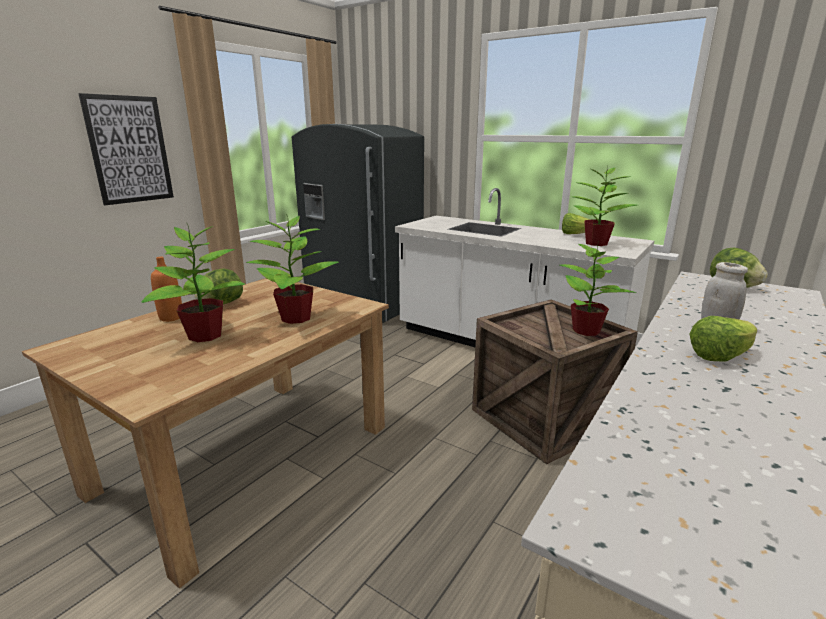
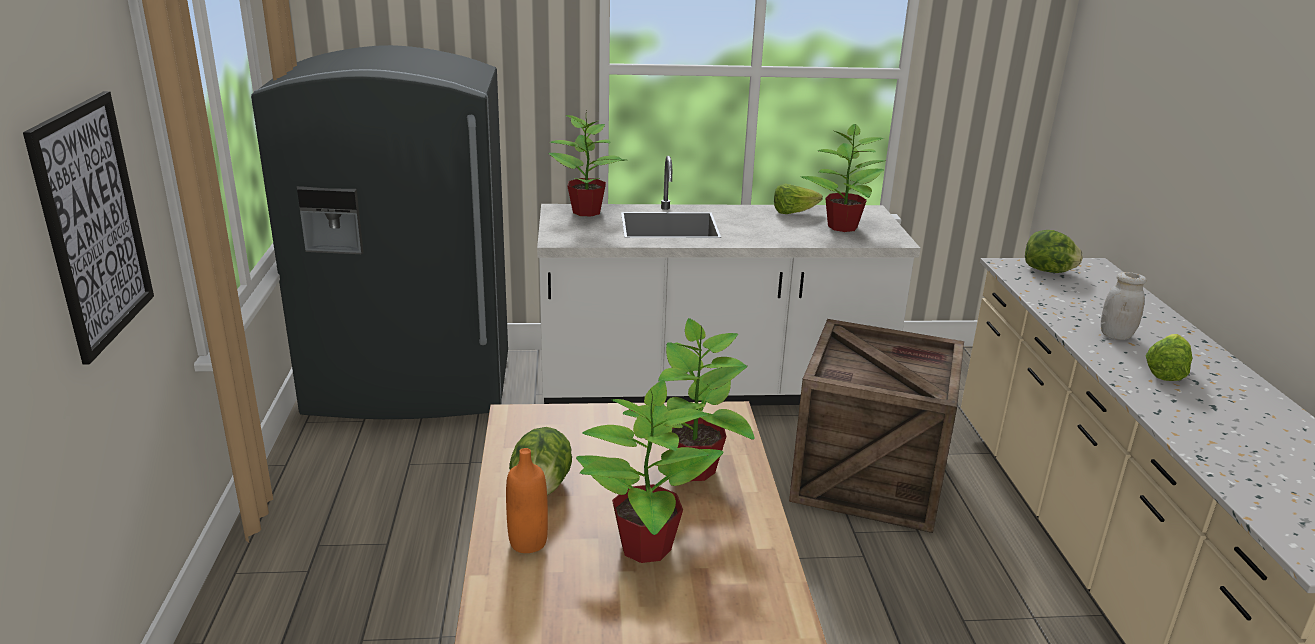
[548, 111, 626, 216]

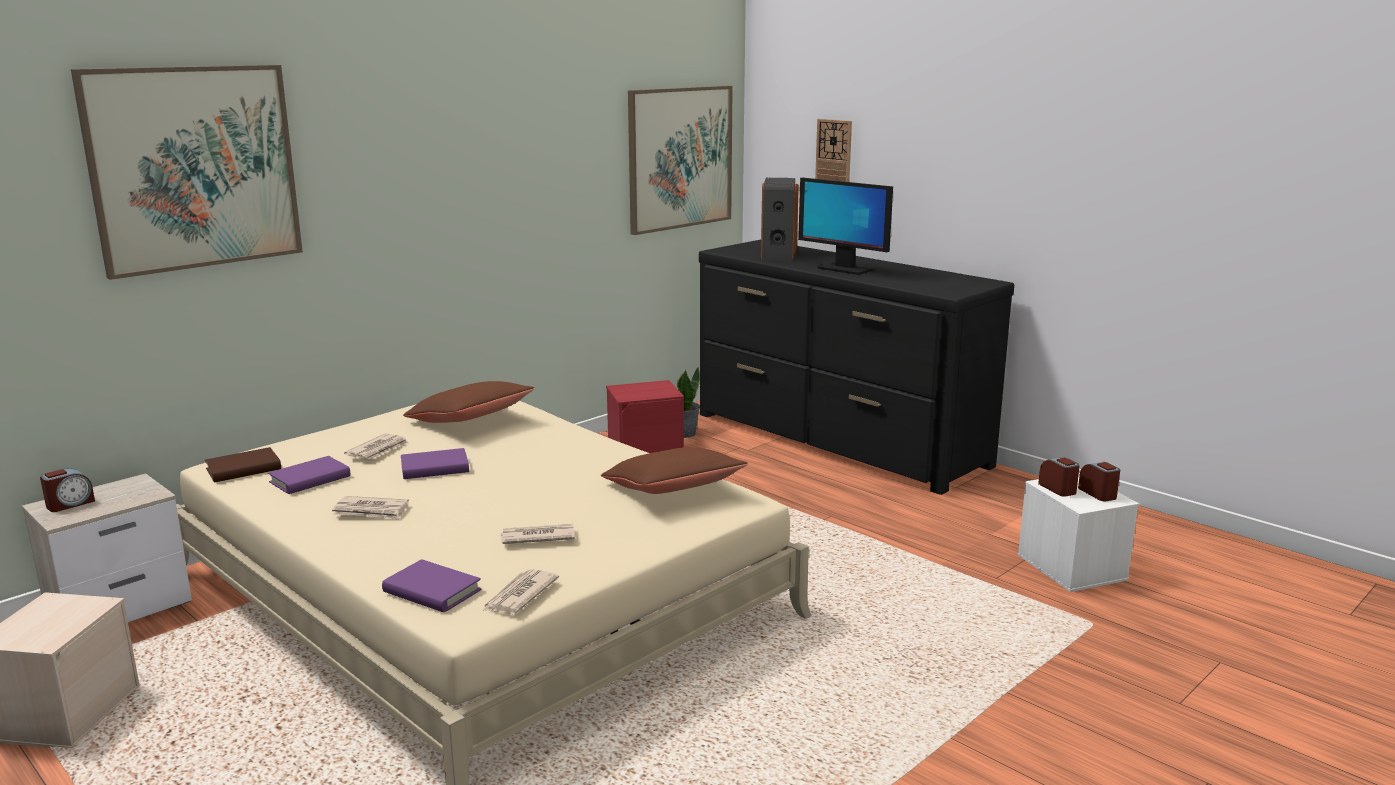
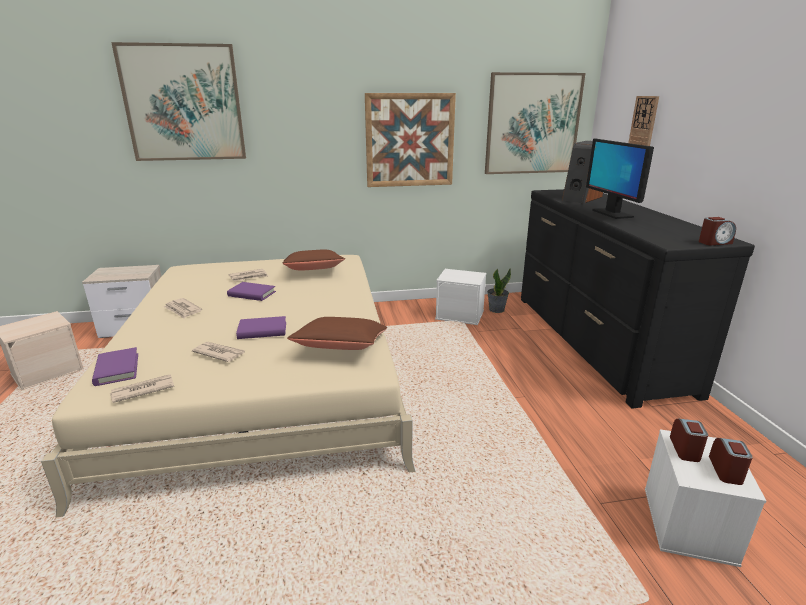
[435, 269, 486, 325]
[205, 447, 281, 482] (first image)
[236, 316, 286, 339]
[699, 217, 736, 245]
[365, 93, 456, 187]

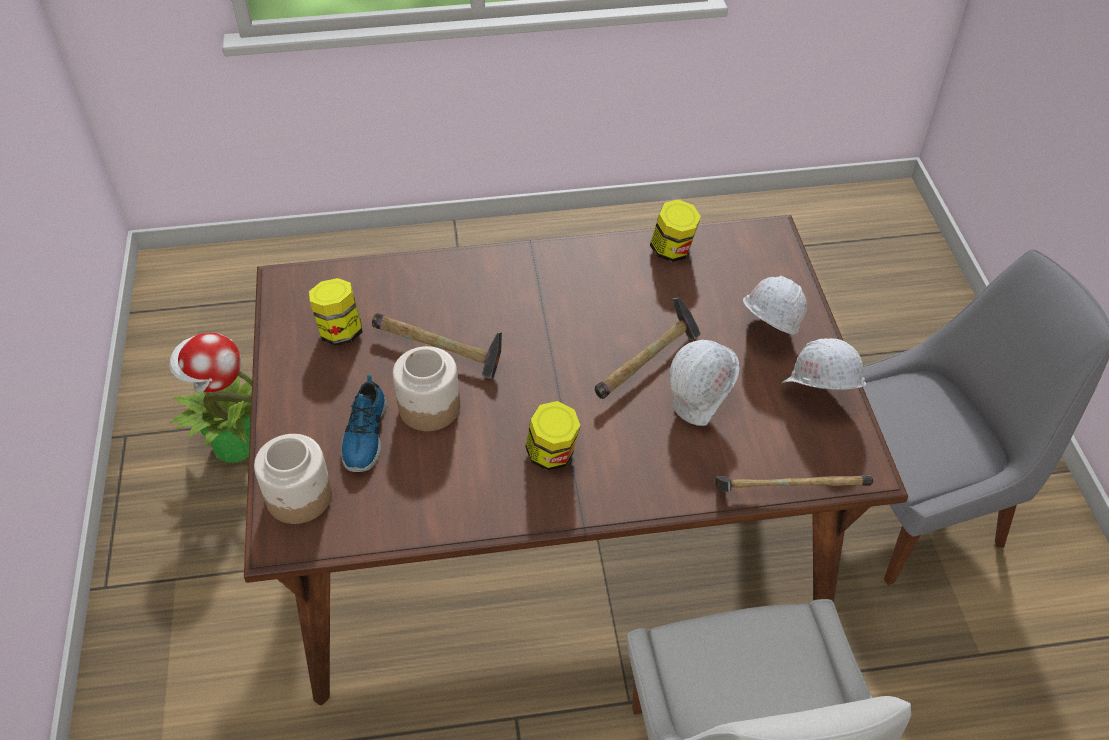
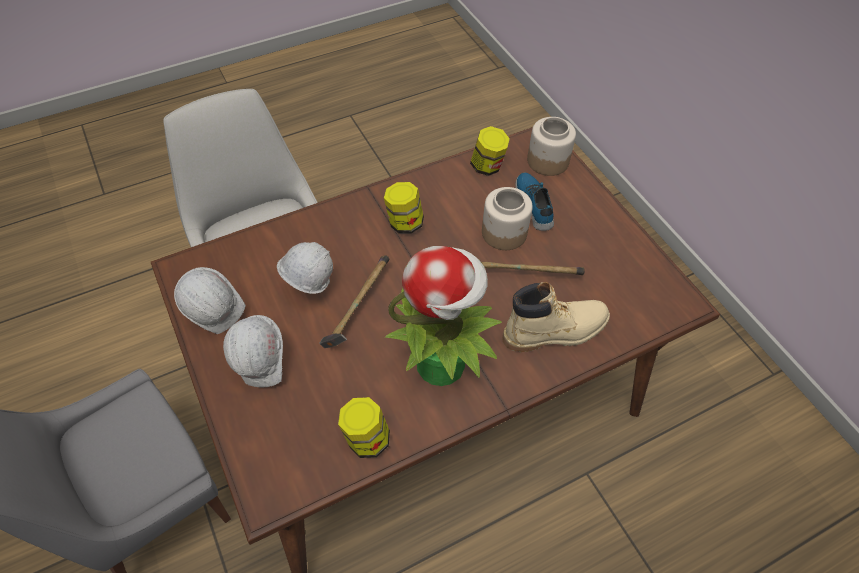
[470, 126, 510, 176]
[385, 246, 502, 386]
[715, 475, 873, 492] (first image)
[502, 282, 610, 352]

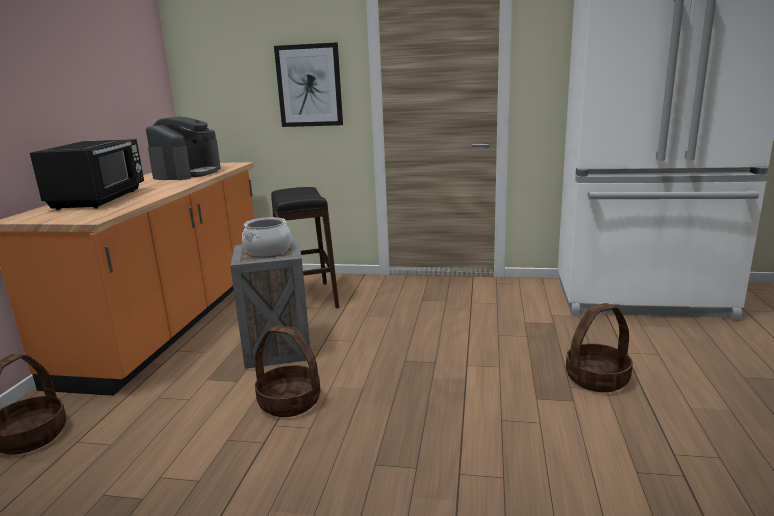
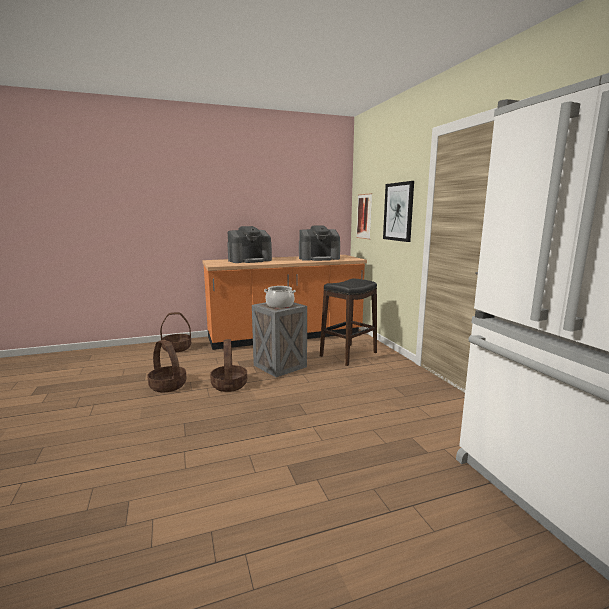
[227, 226, 272, 263]
[147, 340, 187, 392]
[356, 193, 372, 240]

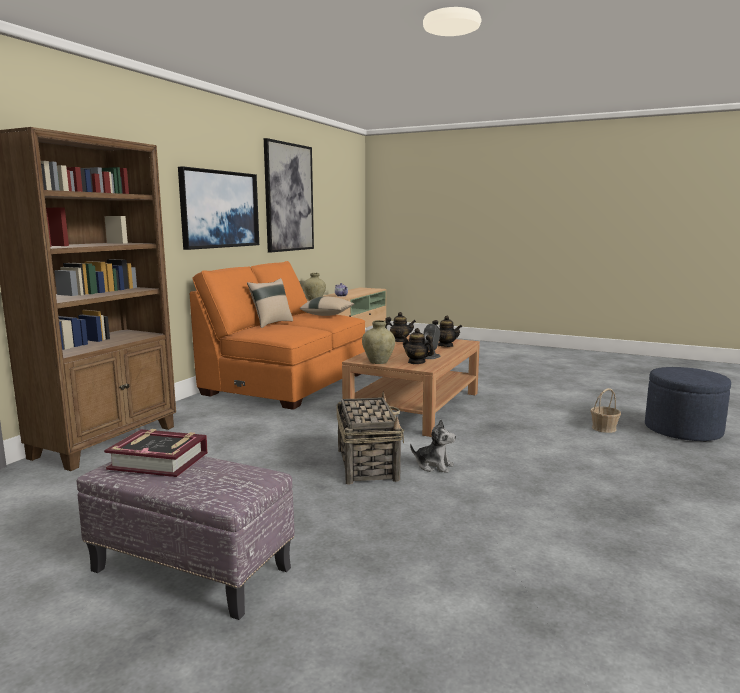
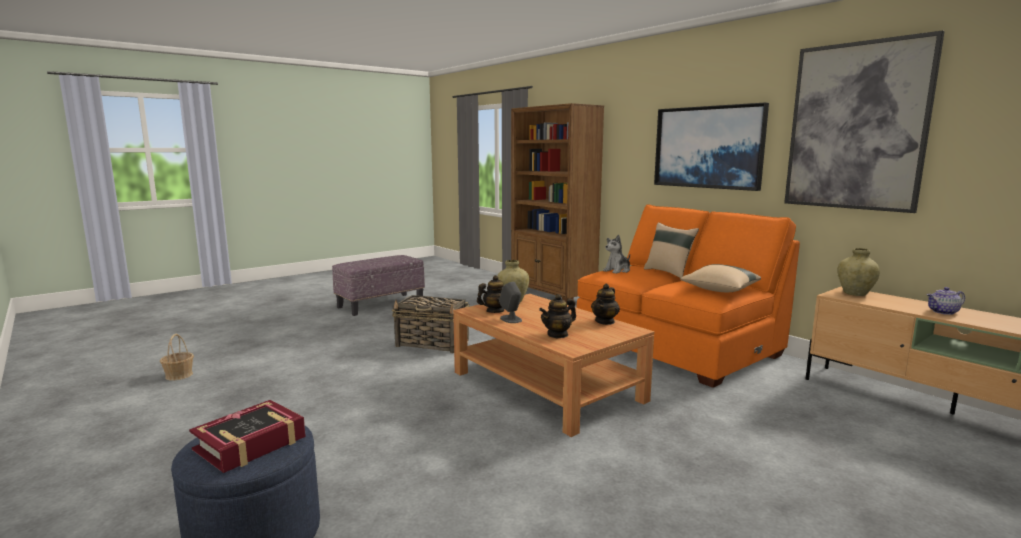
[160, 334, 194, 381]
[603, 235, 630, 274]
[189, 400, 306, 473]

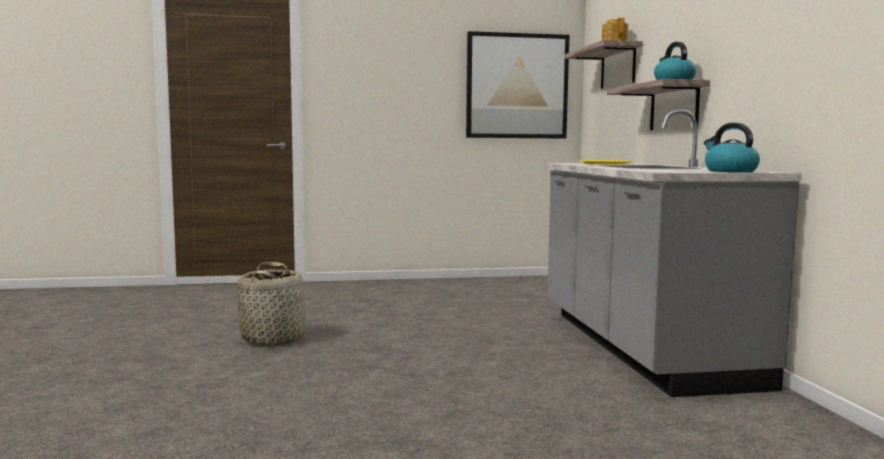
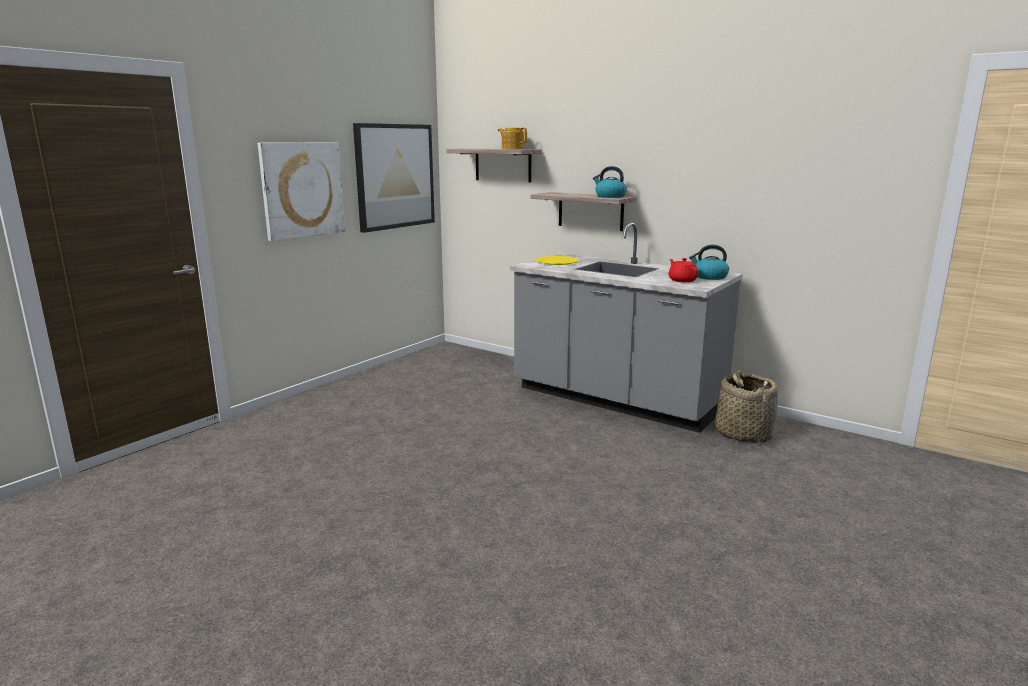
[715, 370, 778, 443]
[258, 142, 345, 242]
[668, 258, 698, 282]

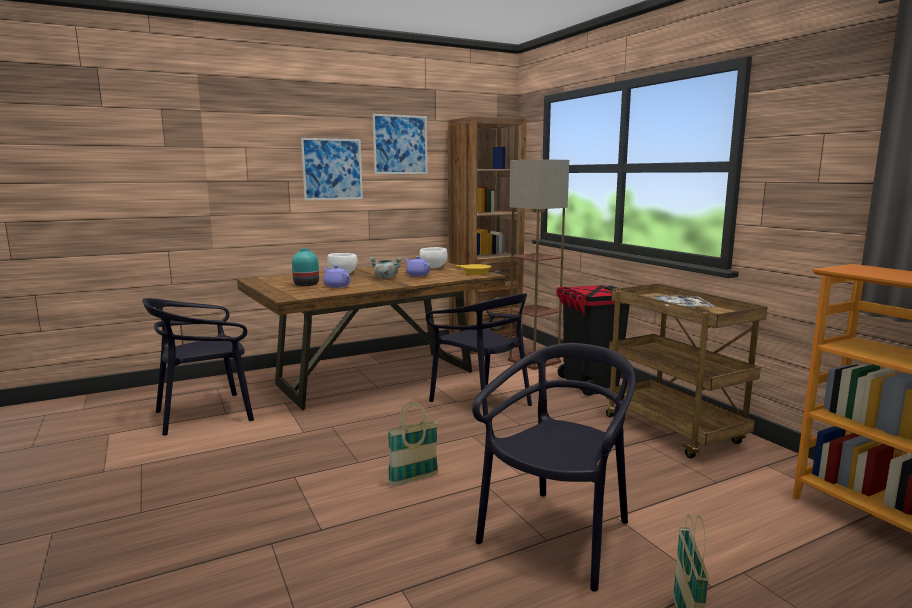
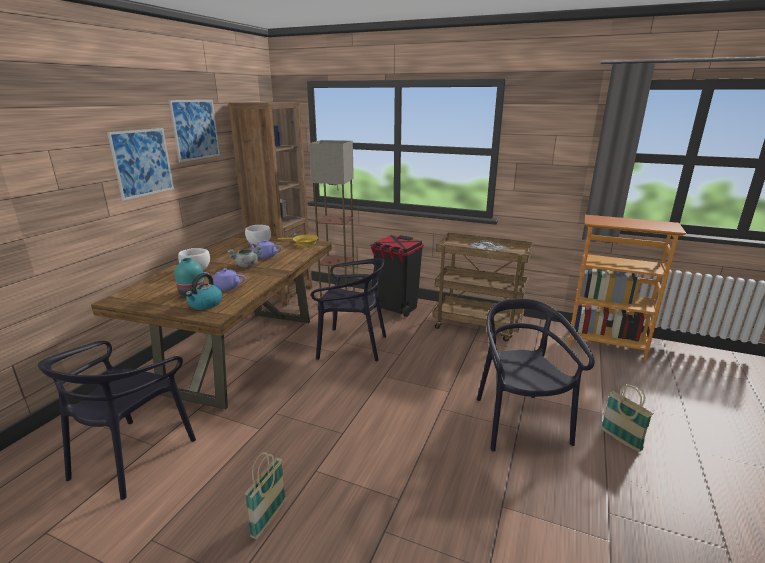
[244, 452, 286, 539]
[186, 273, 222, 310]

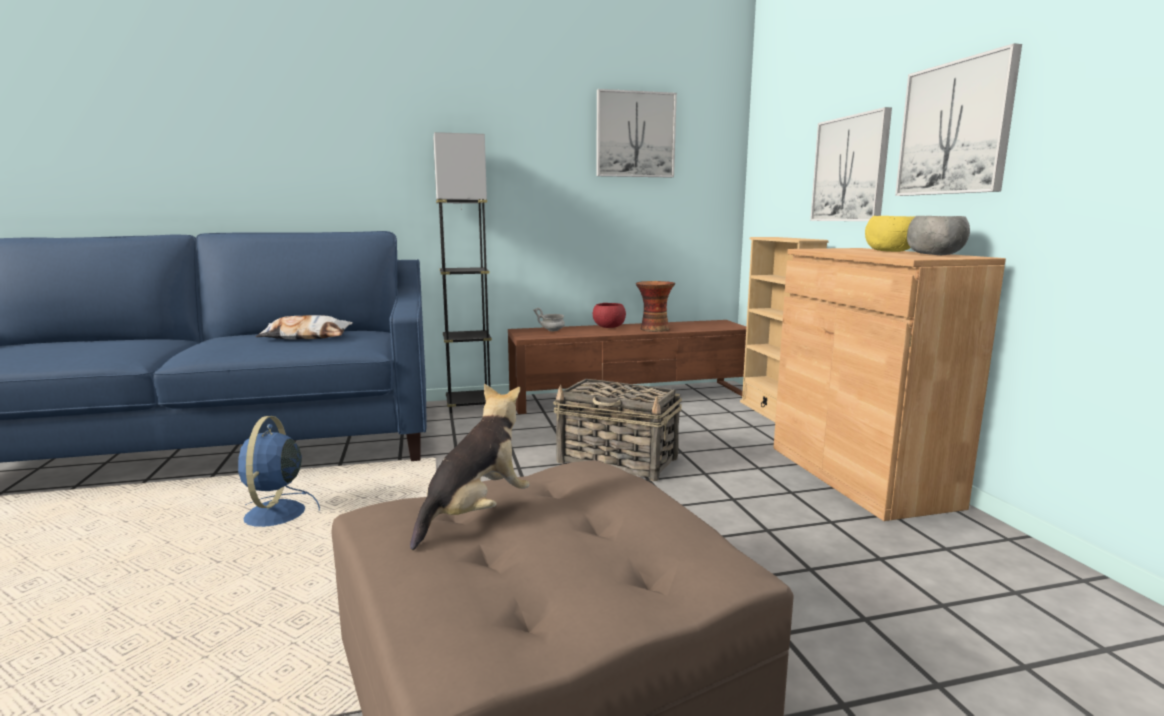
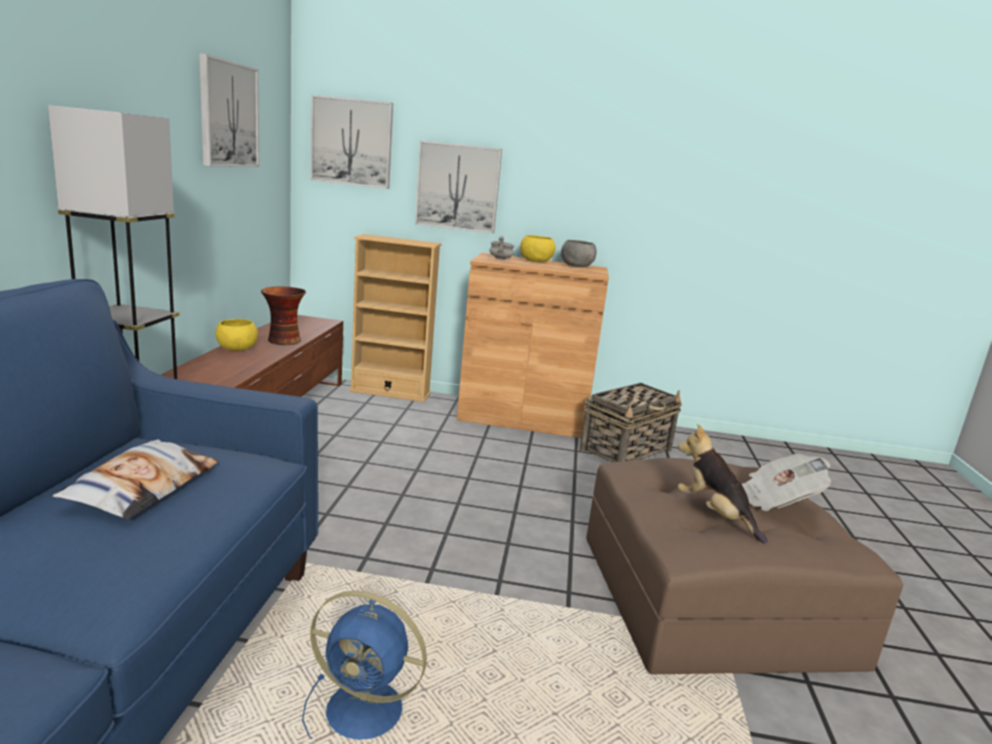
[311, 95, 393, 189]
[215, 319, 258, 351]
[489, 236, 515, 260]
[579, 383, 682, 463]
[742, 454, 831, 511]

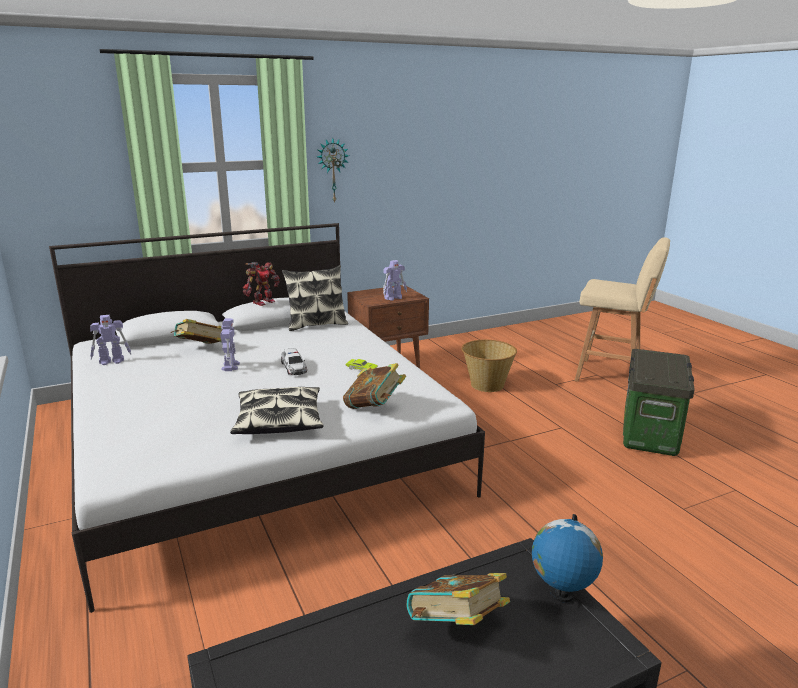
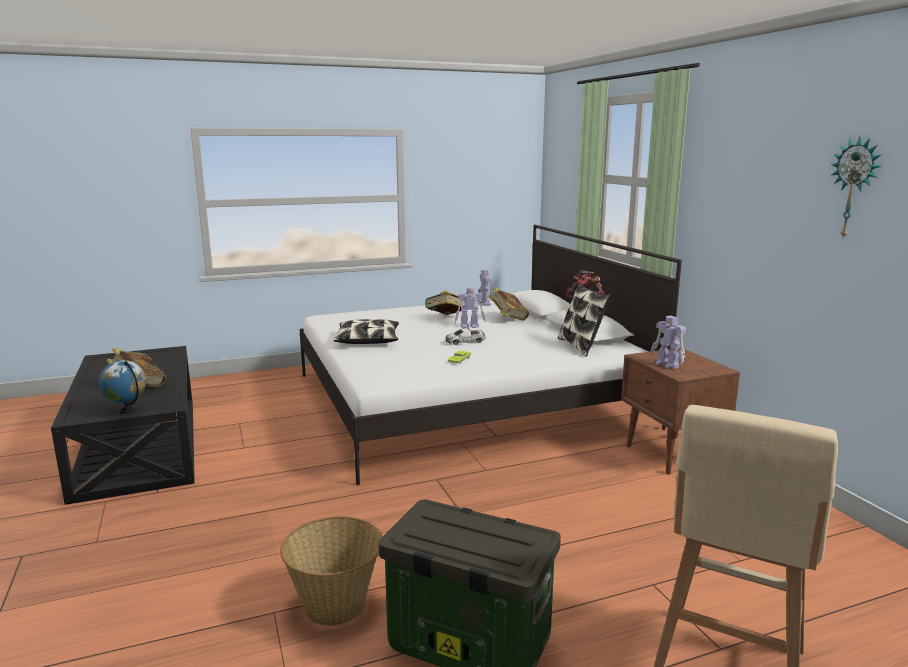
[831, 137, 882, 240]
[280, 516, 383, 626]
[425, 291, 465, 315]

